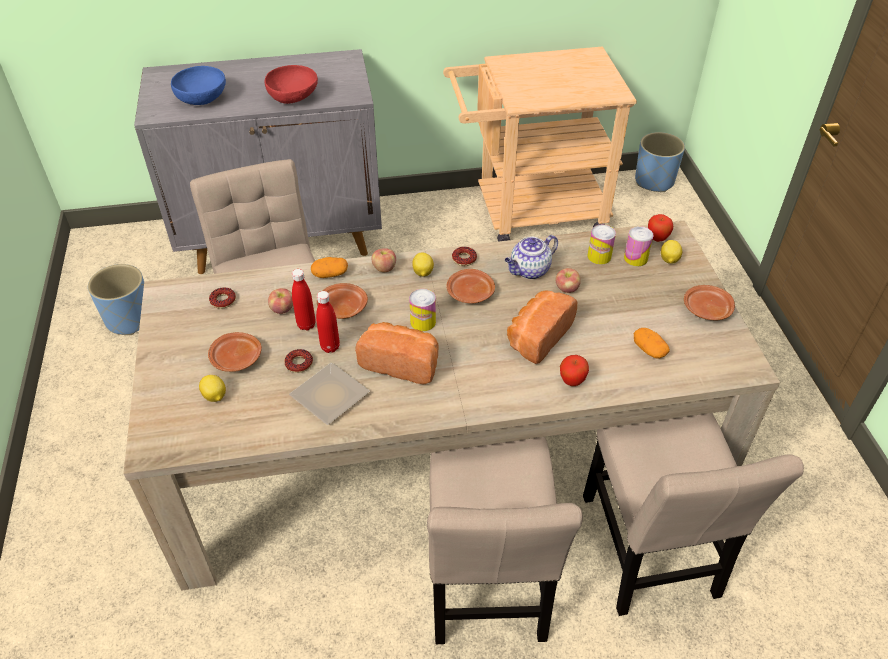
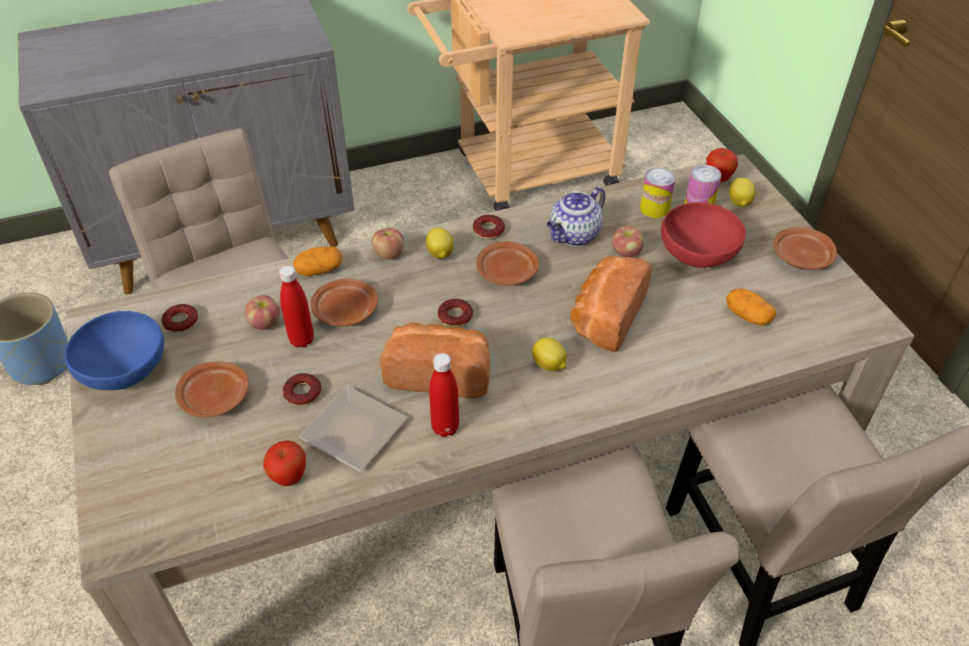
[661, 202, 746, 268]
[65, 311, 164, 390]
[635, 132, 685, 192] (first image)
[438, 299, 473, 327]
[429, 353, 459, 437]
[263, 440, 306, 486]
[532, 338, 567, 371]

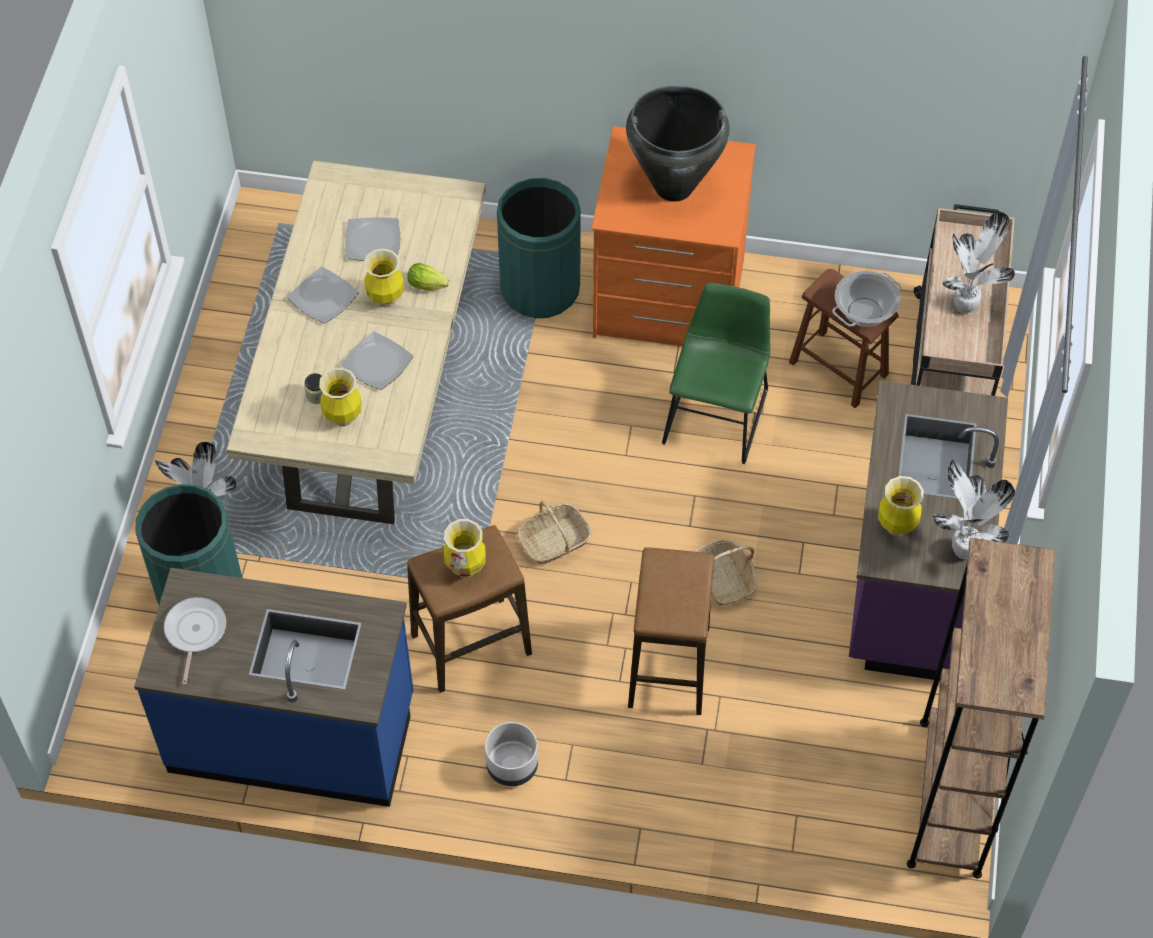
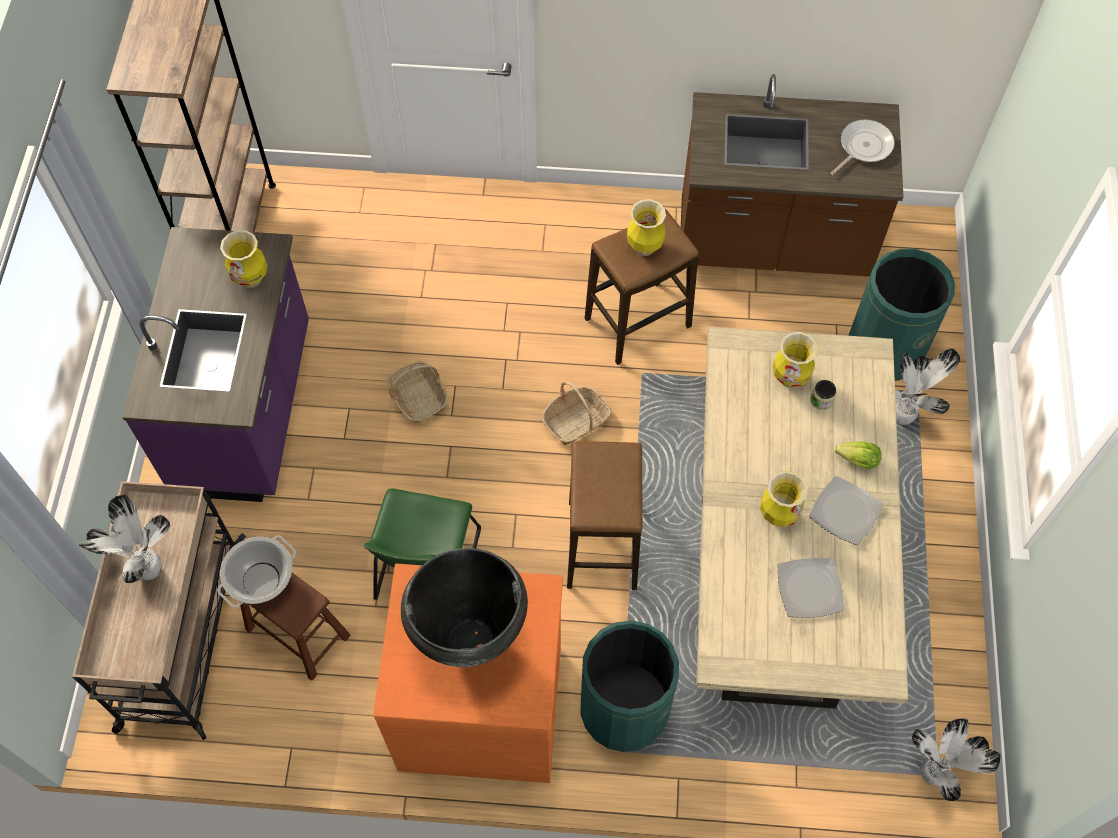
[835, 441, 882, 469]
[341, 331, 413, 390] (first image)
[912, 718, 1001, 801]
[567, 441, 642, 590]
[681, 74, 903, 276]
[830, 120, 895, 175]
[485, 722, 538, 786] (first image)

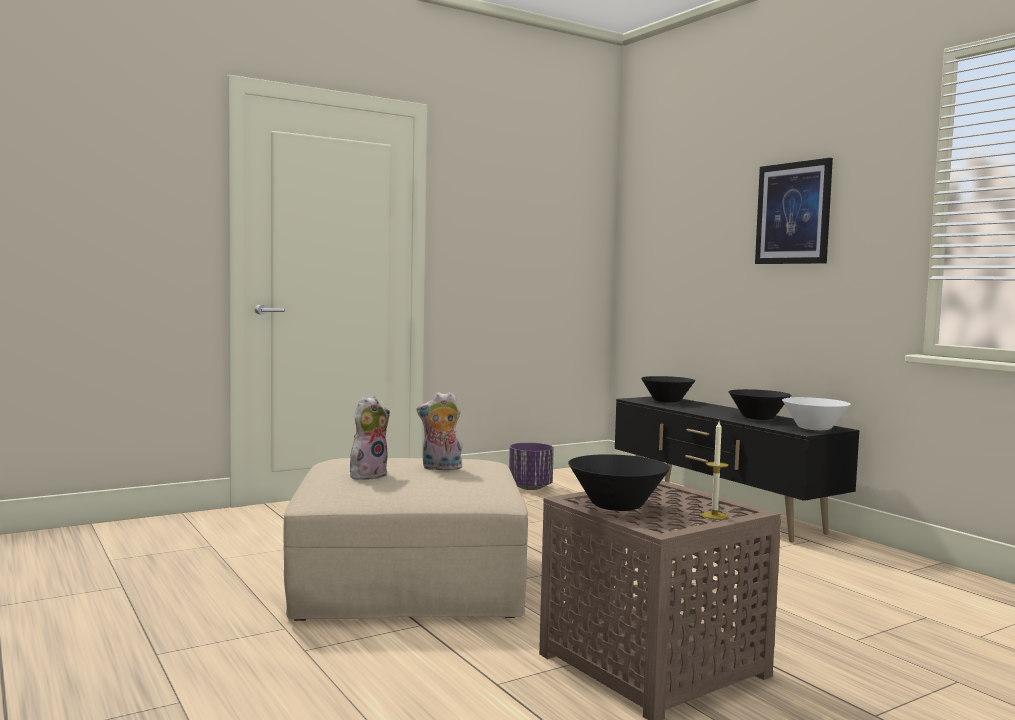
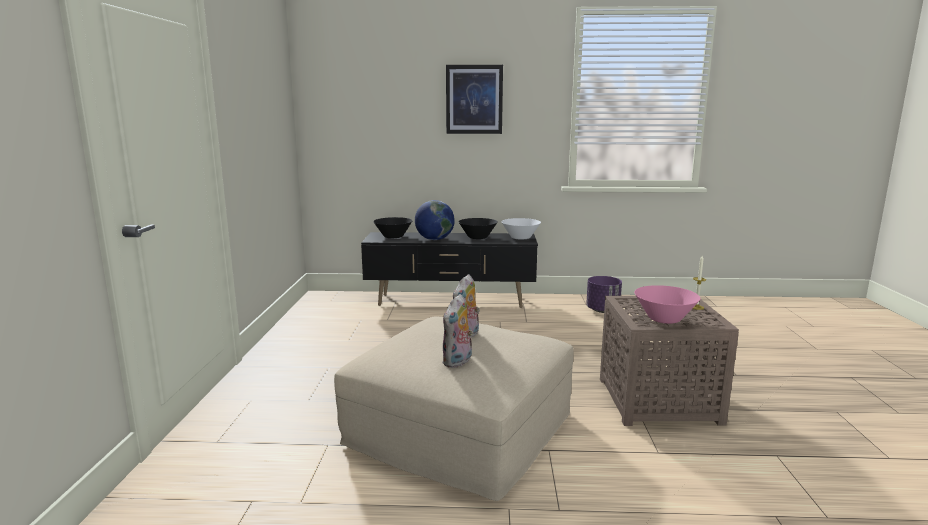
[442, 294, 473, 368]
[586, 276, 622, 313]
[634, 285, 701, 324]
[415, 200, 455, 240]

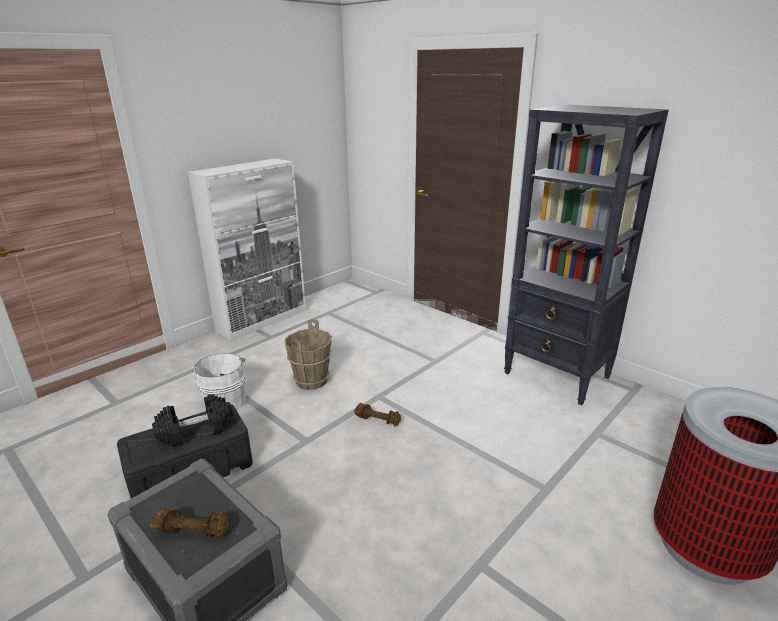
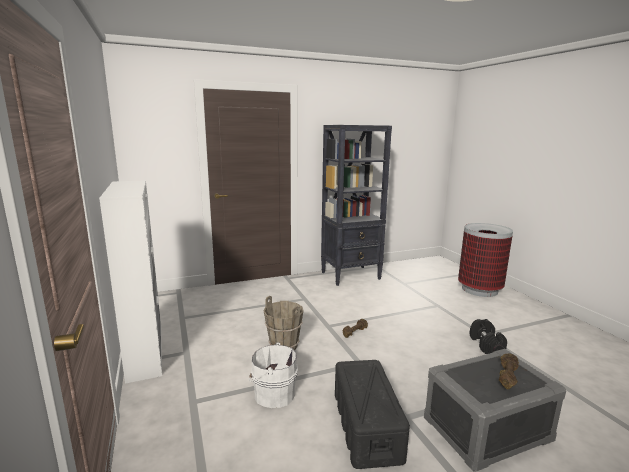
[469, 319, 507, 354]

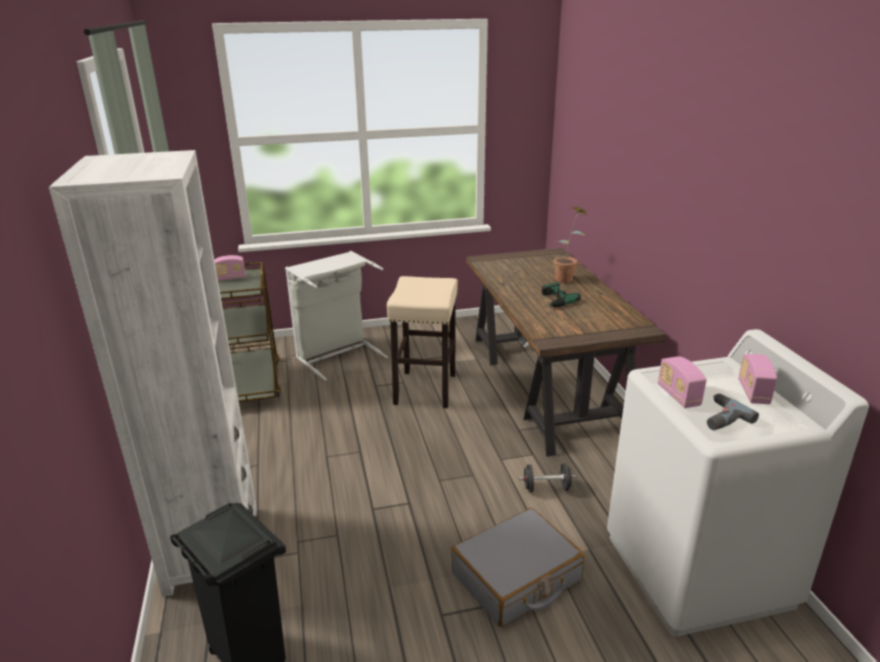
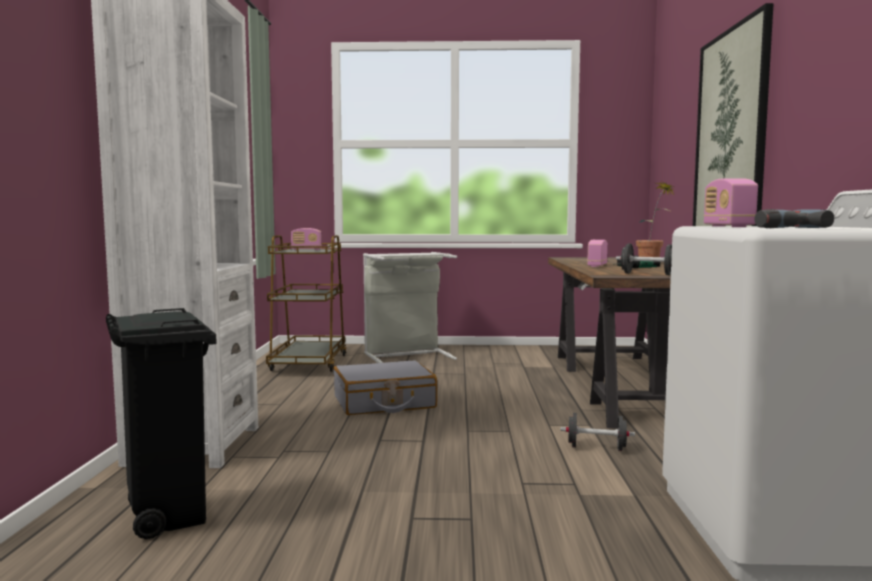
[387, 276, 458, 408] (first image)
[587, 240, 608, 267]
[333, 360, 437, 415]
[693, 3, 774, 226]
[616, 244, 672, 275]

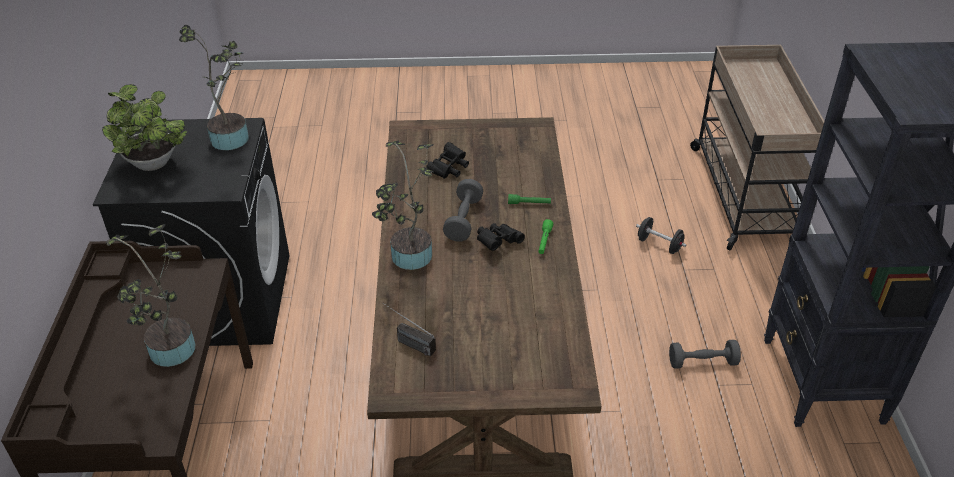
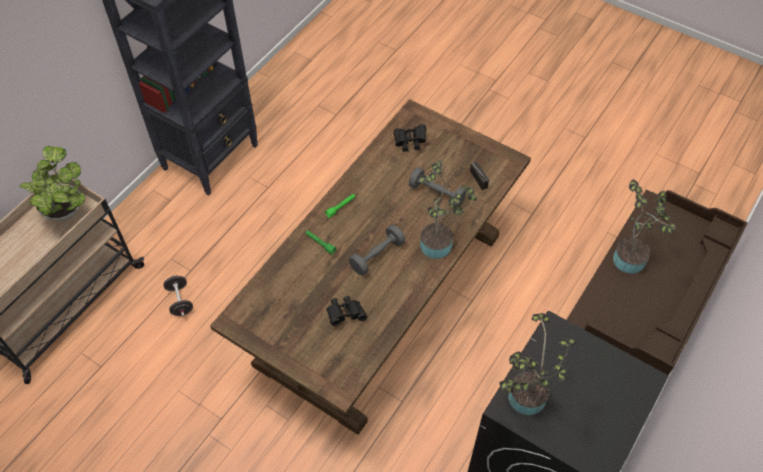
[20, 146, 85, 221]
[394, 124, 426, 152]
[409, 167, 466, 208]

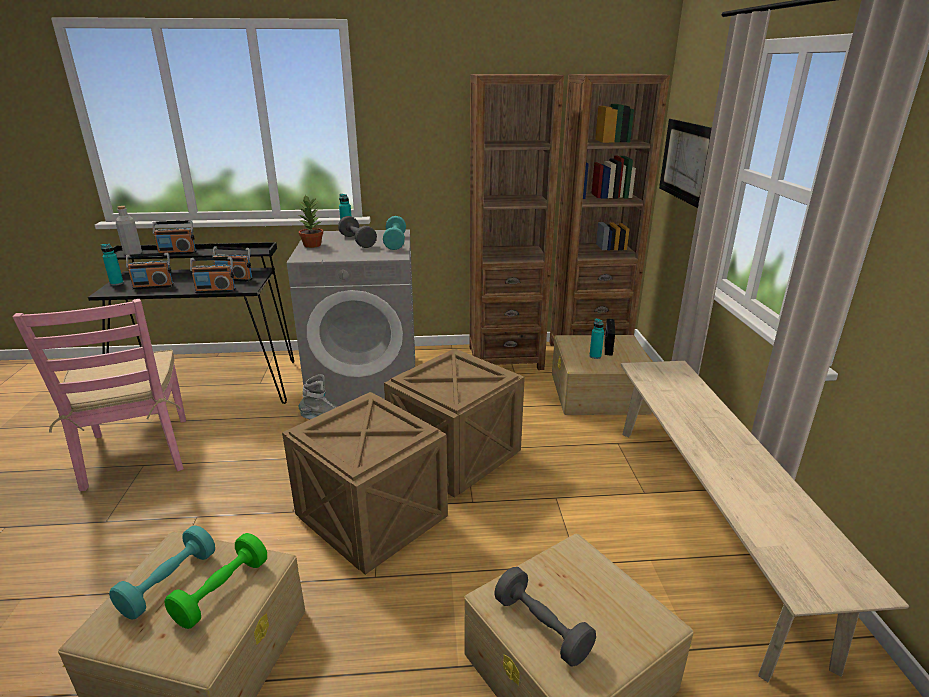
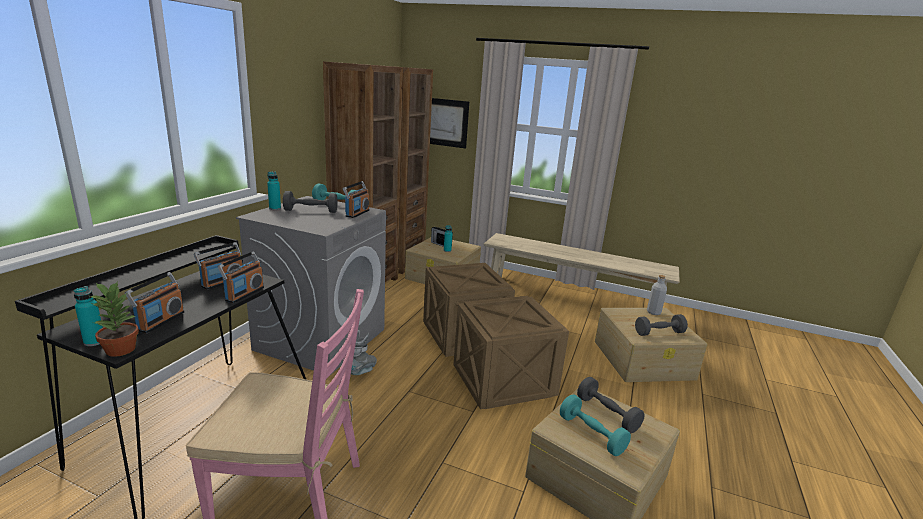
[90, 281, 139, 357]
[647, 275, 667, 315]
[343, 181, 369, 218]
[577, 377, 644, 434]

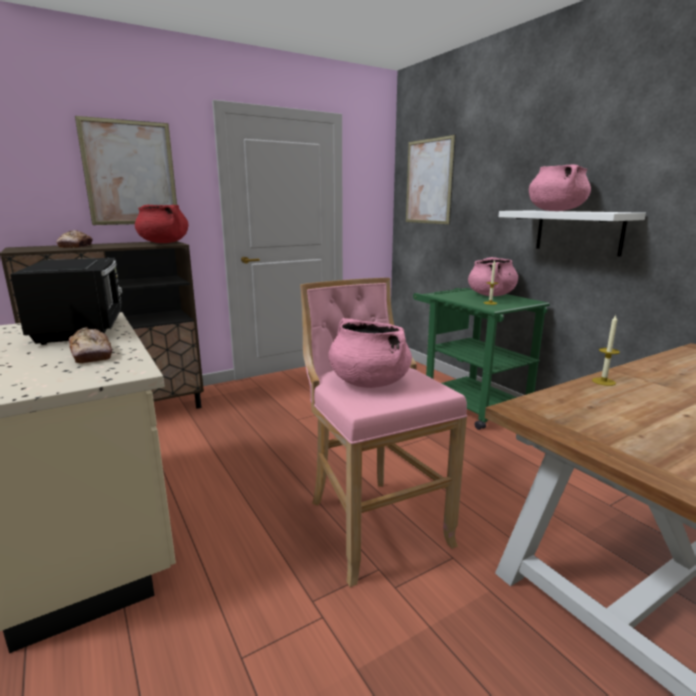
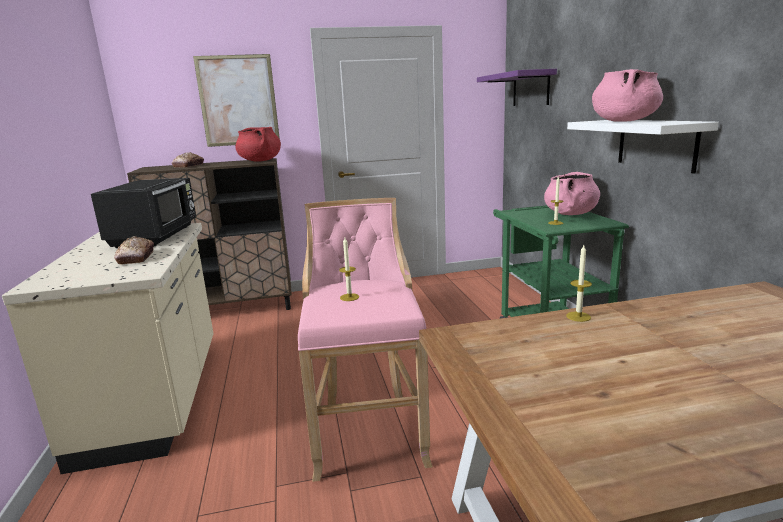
[477, 69, 557, 106]
[339, 238, 359, 301]

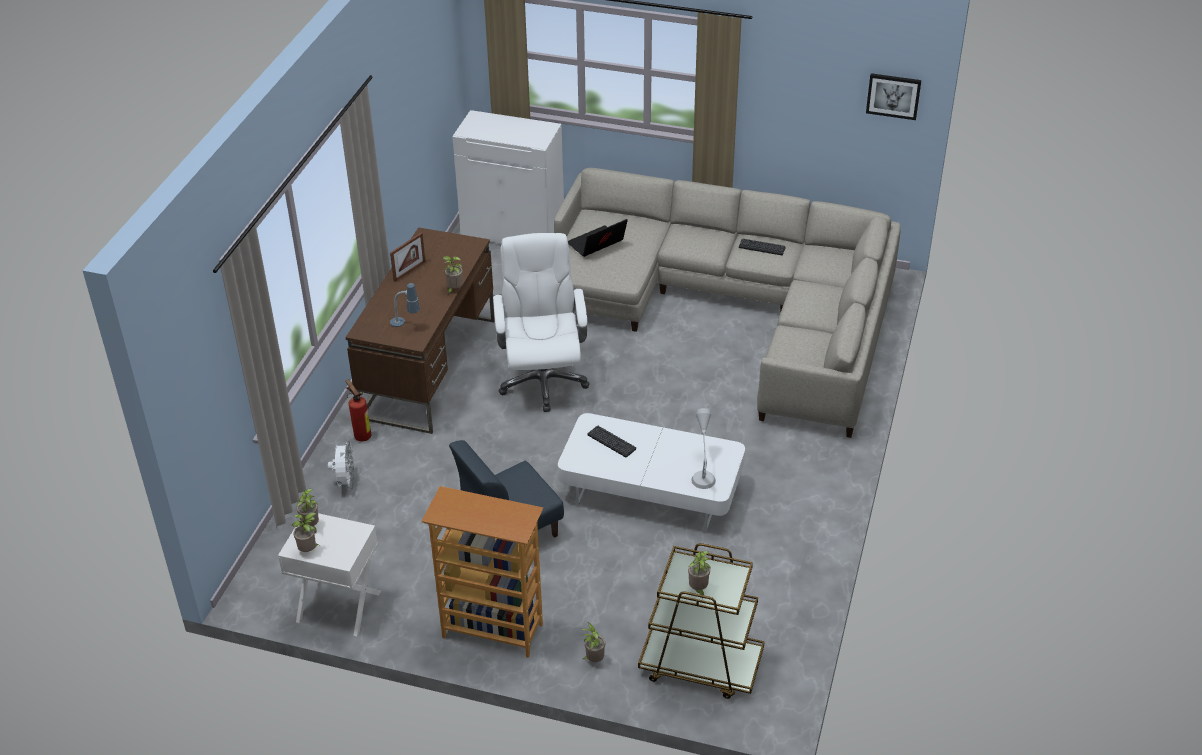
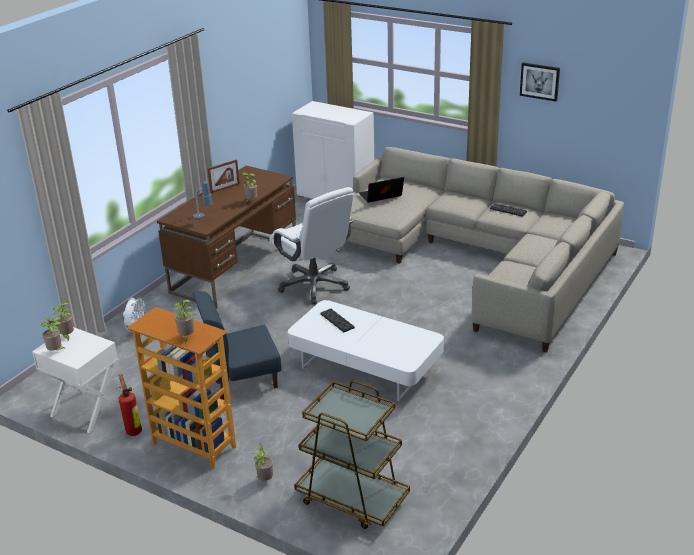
[520, 63, 560, 101]
[269, 187, 353, 304]
[116, 374, 142, 436]
[691, 408, 716, 489] (first image)
[172, 299, 194, 343]

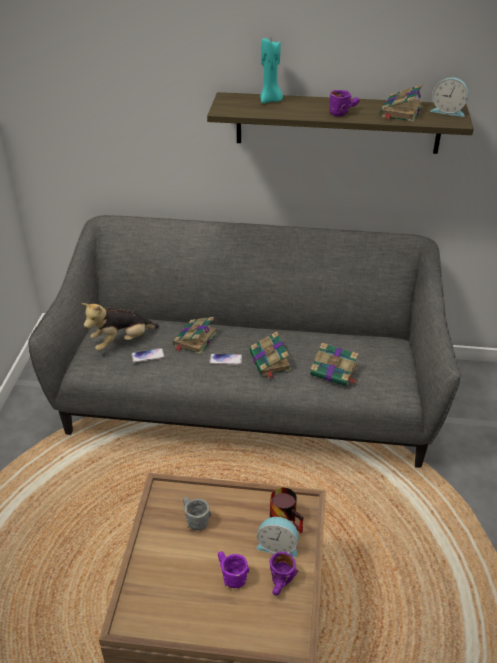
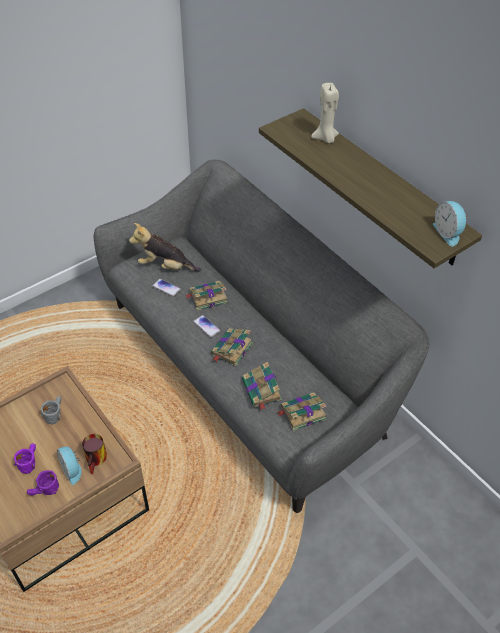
[311, 83, 339, 143]
[277, 393, 327, 431]
[329, 90, 360, 116] (first image)

